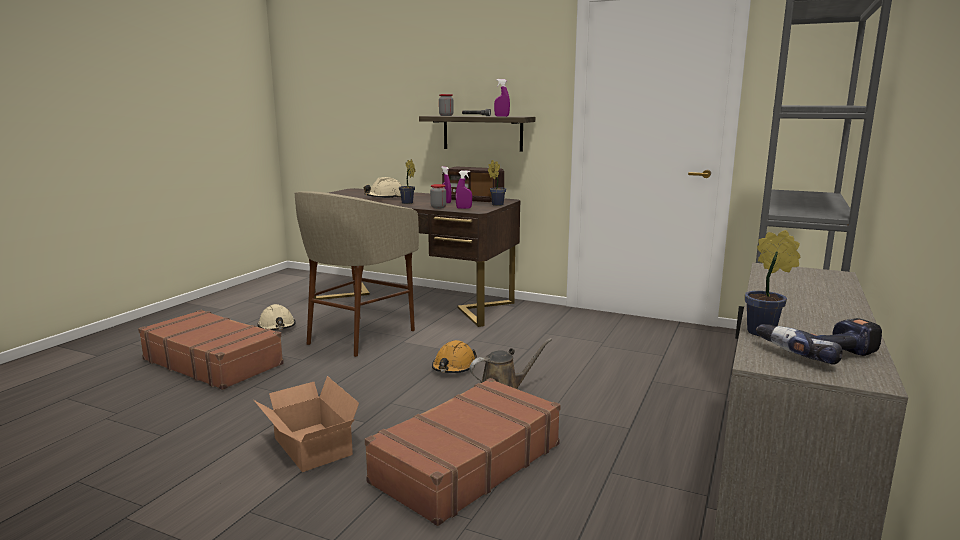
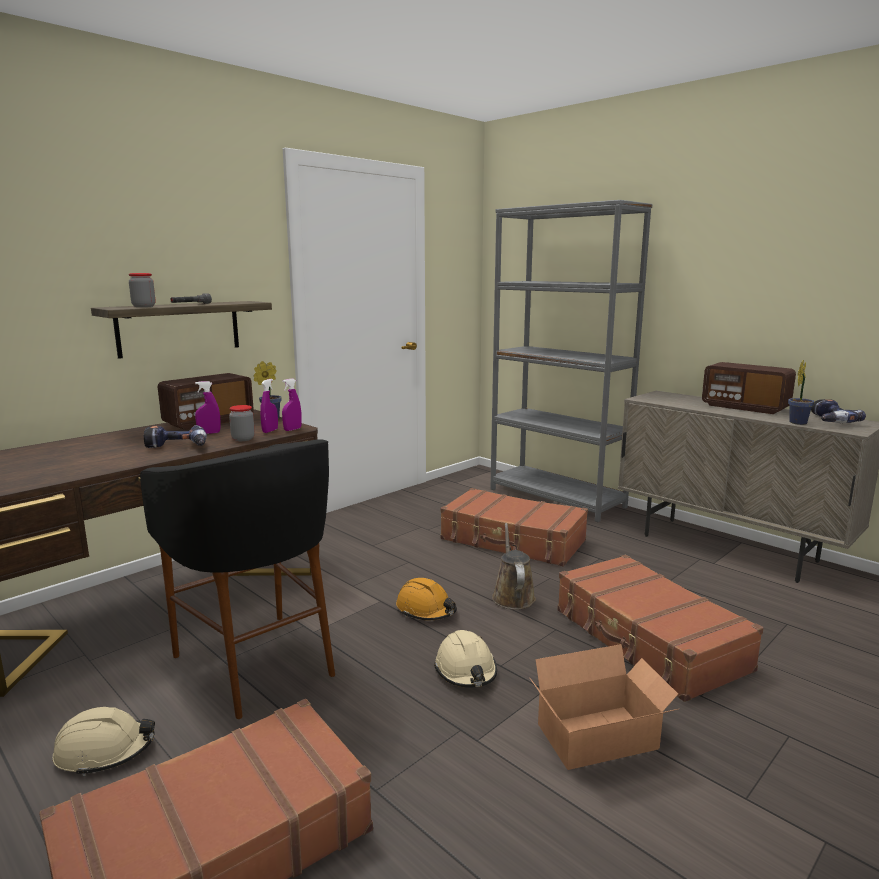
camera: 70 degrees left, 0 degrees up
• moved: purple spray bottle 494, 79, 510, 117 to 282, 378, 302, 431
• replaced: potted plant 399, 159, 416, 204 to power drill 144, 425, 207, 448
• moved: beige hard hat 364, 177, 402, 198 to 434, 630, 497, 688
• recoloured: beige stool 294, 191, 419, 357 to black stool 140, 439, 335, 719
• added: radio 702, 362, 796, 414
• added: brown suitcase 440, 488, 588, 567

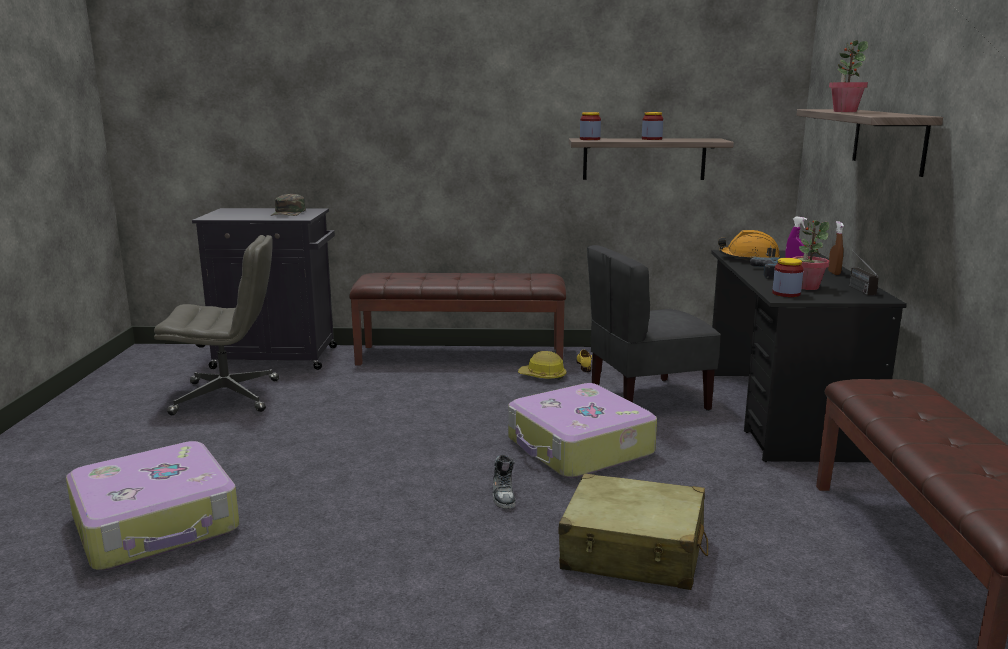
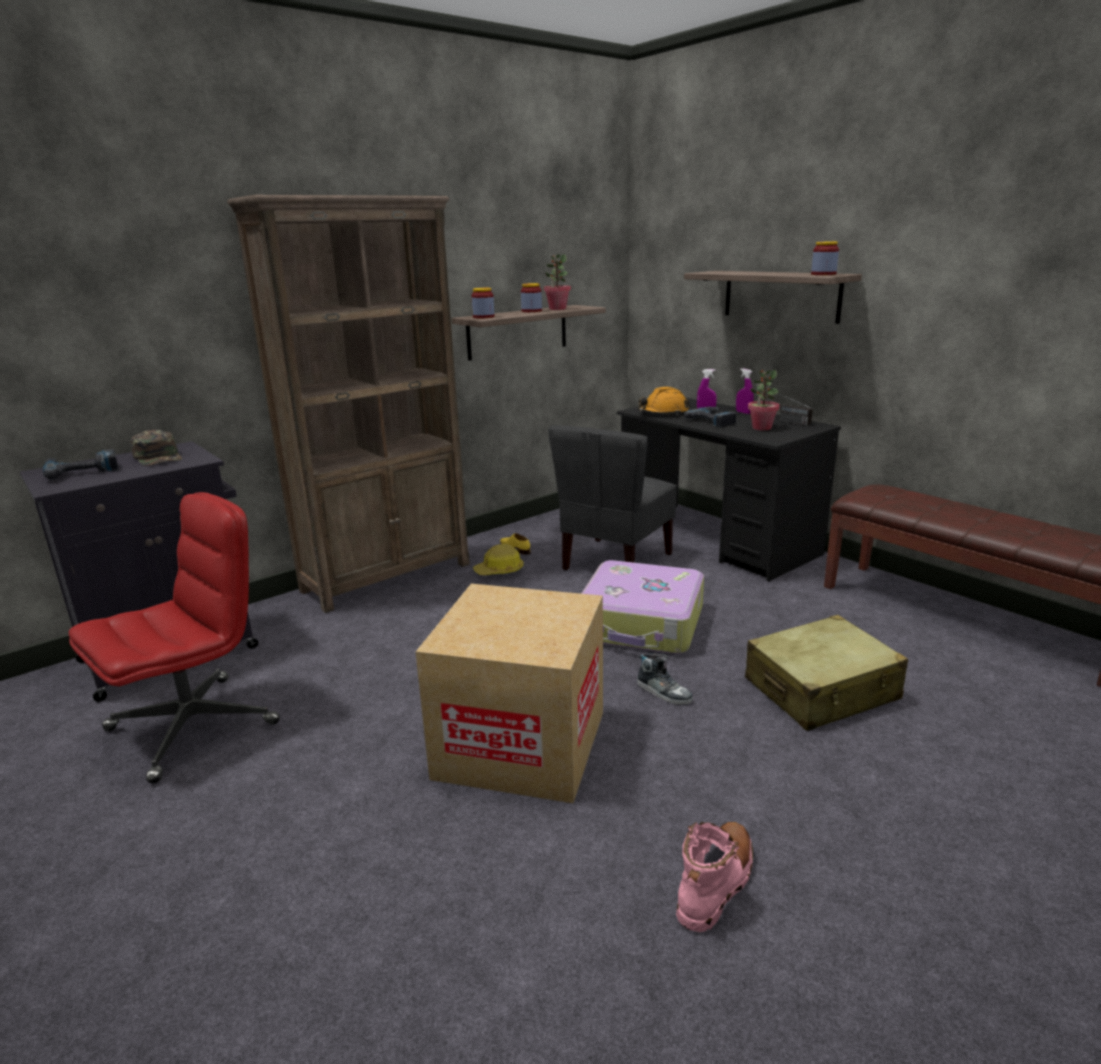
camera: 40 degrees left, 5 degrees up
• moved: potted plant 829, 40, 868, 112 to 544, 254, 571, 310
• recoloured: brown spray bottle 828, 221, 844, 275 to purple spray bottle 736, 368, 754, 414
• recoloured: grey office chair 154, 235, 279, 415 to red office chair 69, 492, 280, 784
• moved: jar 772, 258, 804, 297 to 811, 241, 839, 275
• replaced: brown bench 349, 273, 566, 366 to brown bookcase 227, 195, 470, 613
• removed: suitcase 66, 441, 240, 570
• added: power drill 43, 449, 119, 479
• added: cardboard box 416, 583, 603, 803
• added: pink boot 676, 822, 753, 932

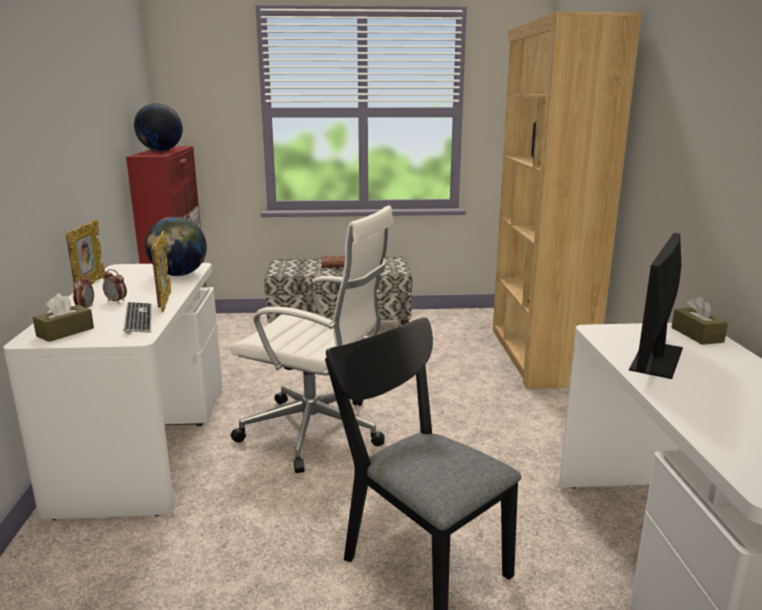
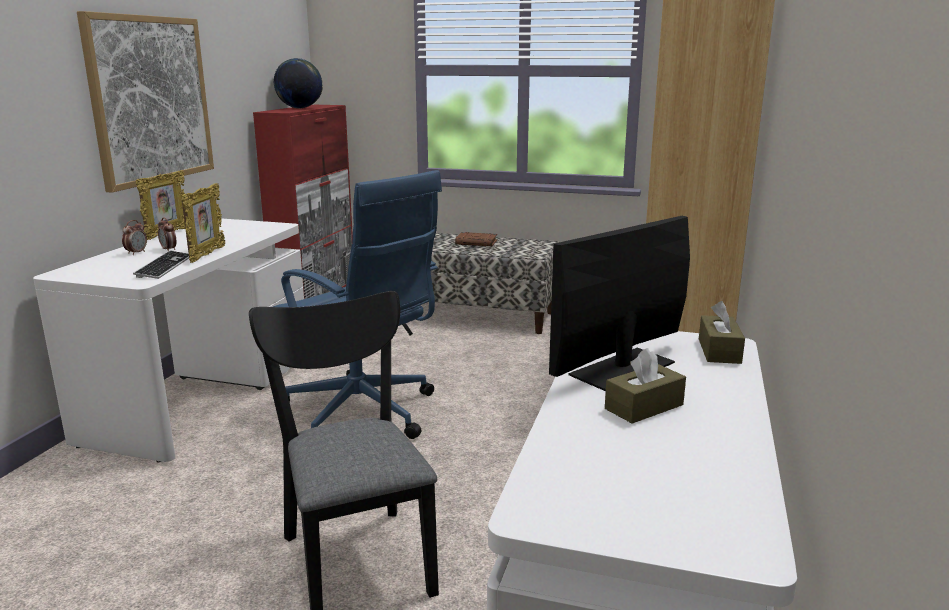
camera: 20 degrees right, 0 degrees up
• recoloured: white office chair 230, 206, 393, 473 to blue office chair 273, 170, 442, 439
• removed: globe 145, 217, 207, 276
• moved: brown tissue box 33, 293, 94, 342 to 605, 348, 686, 423
• added: picture 77, 11, 214, 193

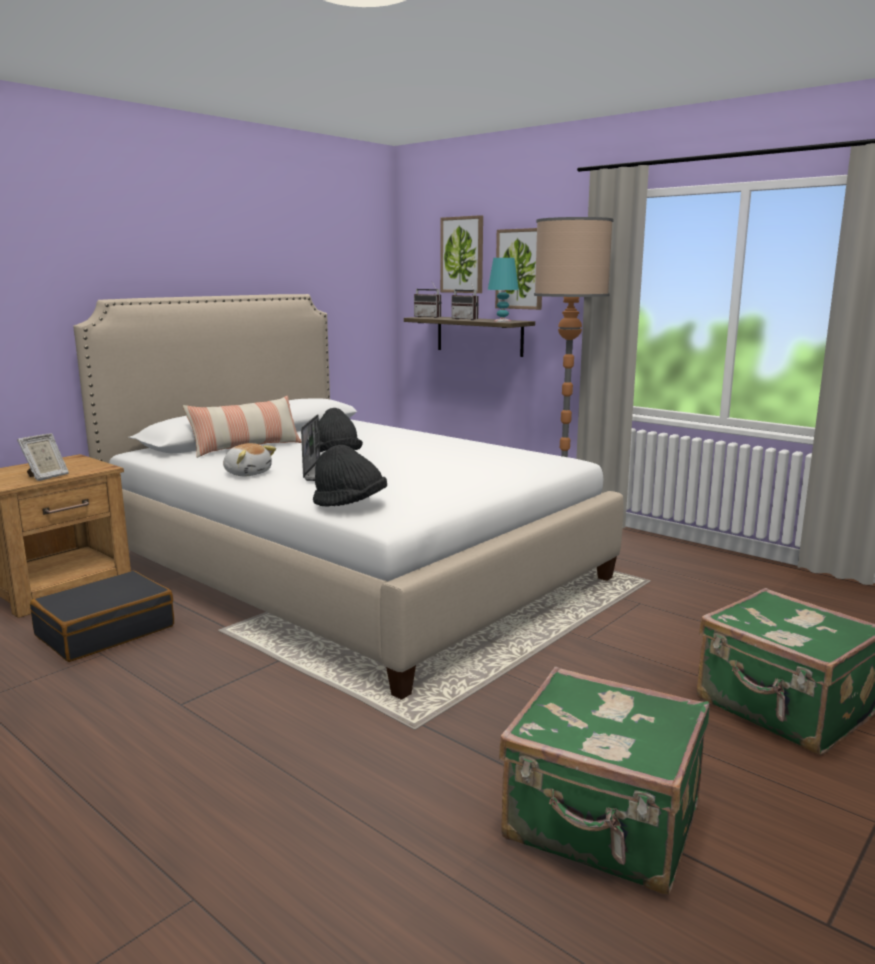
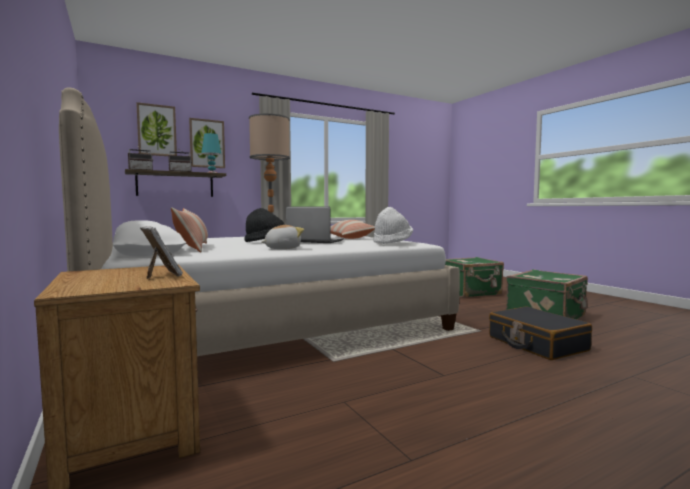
camera: 70 degrees left, 10 degrees down
• recoloured: black hat 313, 445, 387, 507 to white hat 373, 207, 413, 244
• moved: black suitcase 30, 571, 174, 662 to 489, 306, 592, 360
• added: pillow 330, 220, 375, 239

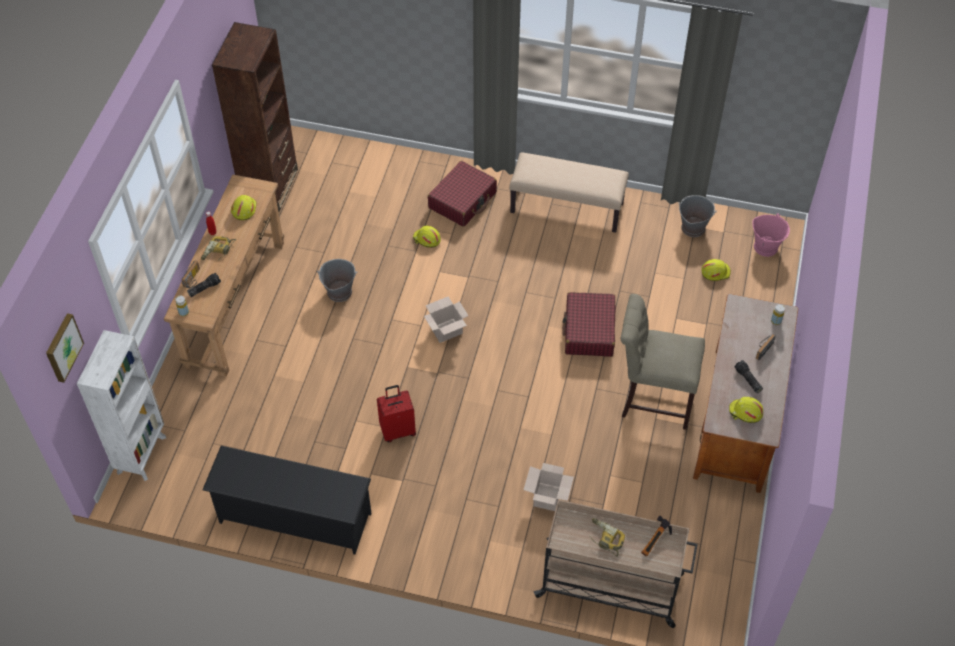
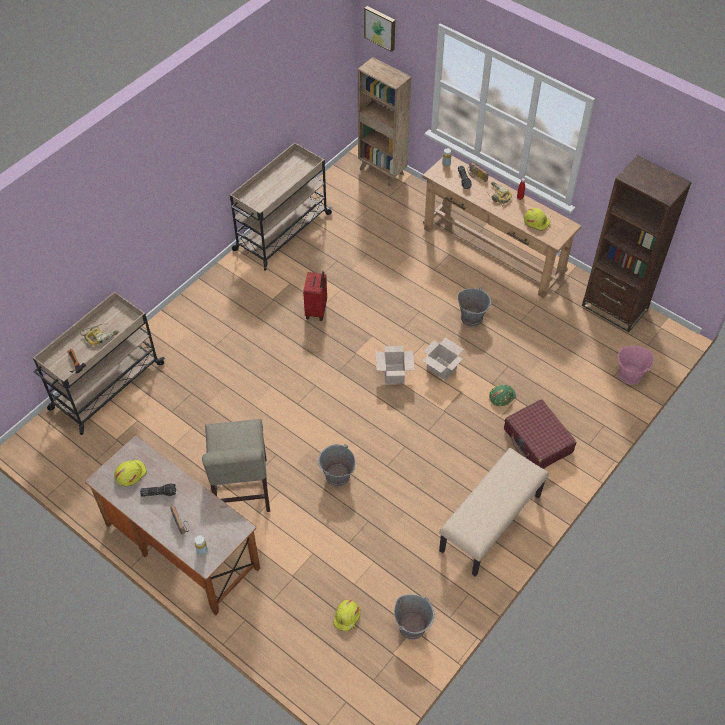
camera: 115 degrees right, 0 degrees up
• moved: pink bucket 752, 214, 790, 257 to 618, 345, 654, 385
• recoloured: yellow hard hat 413, 225, 441, 248 to green hard hat 489, 385, 516, 406
• replaced: red suitcase 562, 292, 616, 357 to grey bucket 318, 444, 355, 487
• turned: beige chair 621, 294, 705, 430 = 202, 419, 270, 512 135 degrees clockwise
• recoloured: white bookcase 77, 330, 166, 481 to brown bookcase 358, 57, 411, 186
• replaced: black shoe rack 202, 446, 372, 554 to beige cart 230, 143, 333, 270
• moved: cardboard box 524, 463, 574, 511 to 422, 337, 464, 380

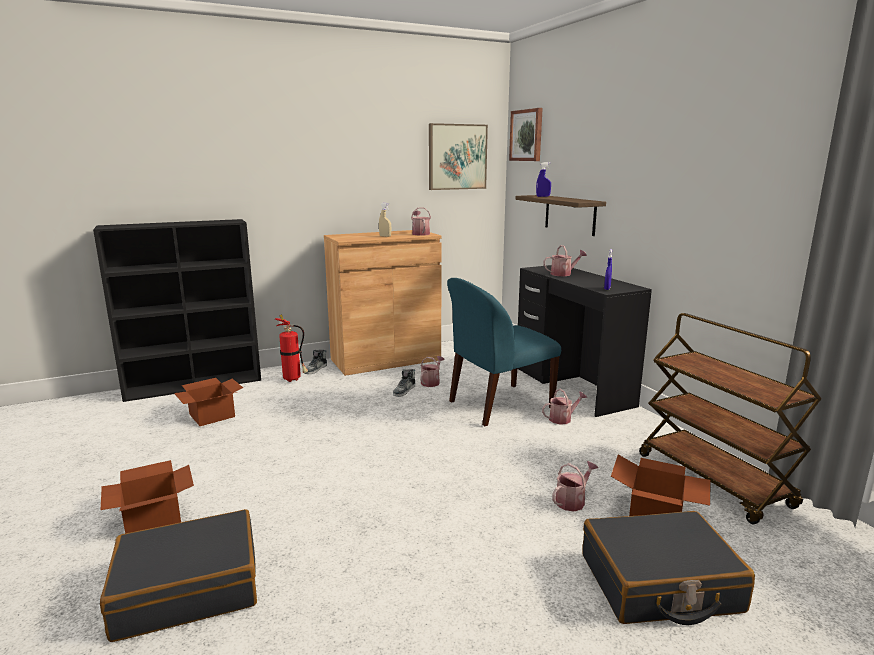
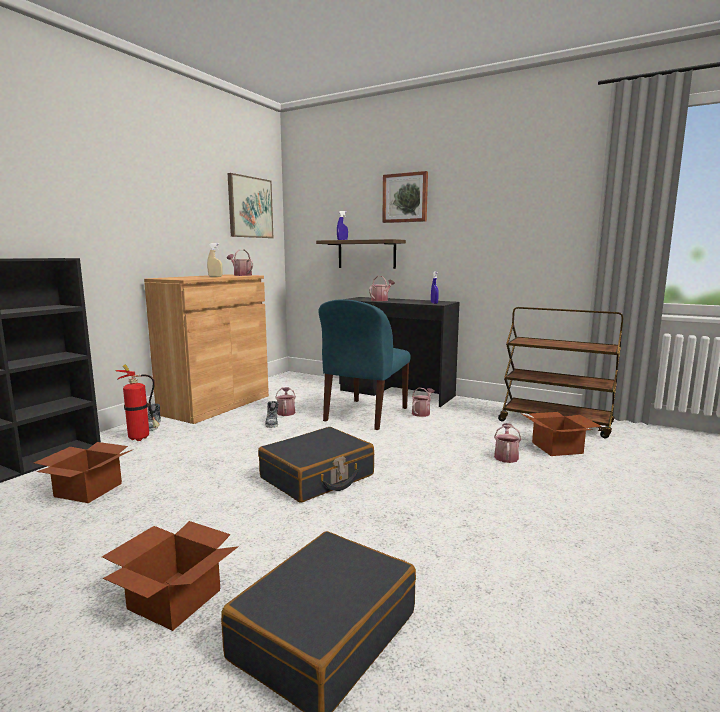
camera: 35 degrees left, 5 degrees down
• moved: picture 509, 108, 543, 161 to 382, 171, 428, 223
• moved: black suitcase 583, 511, 755, 625 to 258, 427, 374, 503

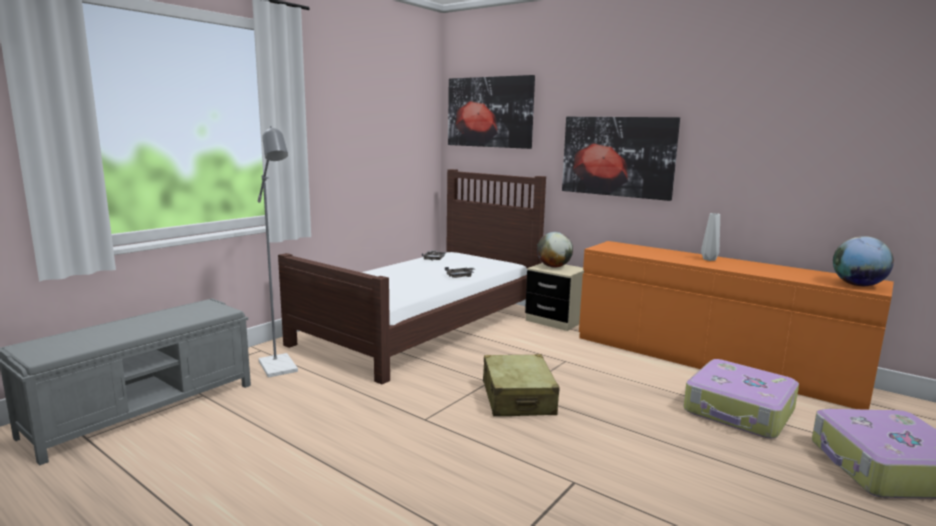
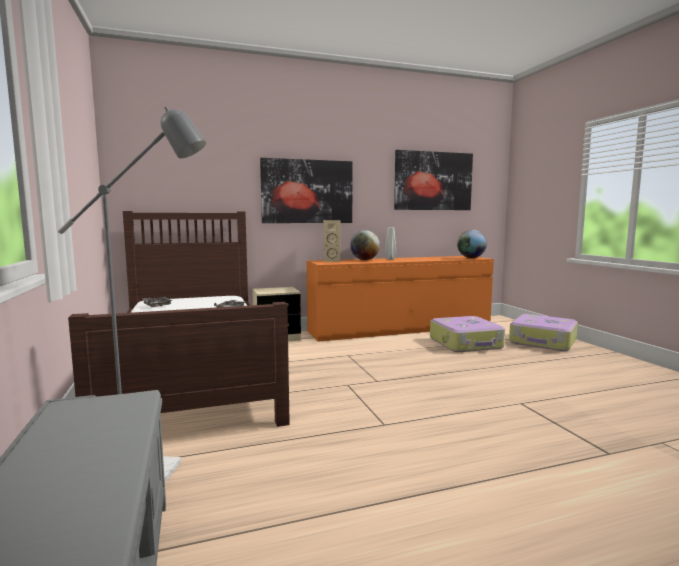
camera: 55 degrees left, 5 degrees down
• moved: picture 448, 75, 535, 149 to 394, 150, 473, 210
• moved: globe 537, 232, 573, 267 to 350, 230, 380, 260
• removed: beige suitcase 483, 354, 560, 416
• added: beige speaker 324, 220, 340, 262

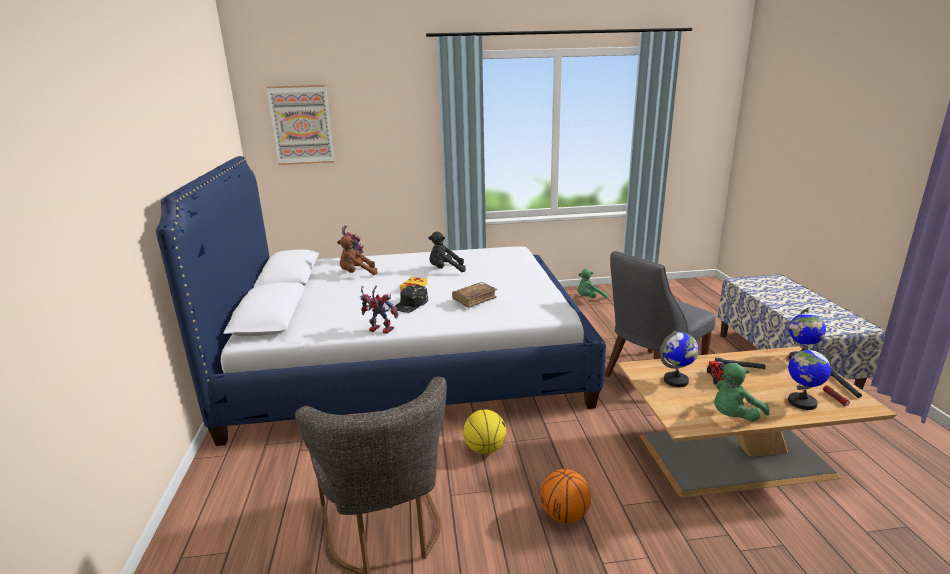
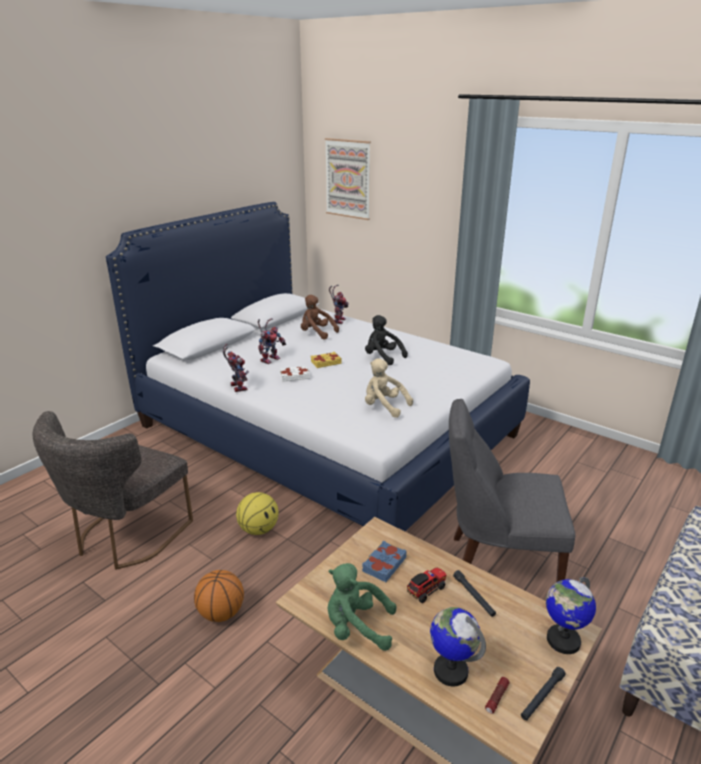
camera: 45 degrees right, 5 degrees up
• removed: green plush toy 578, 269, 608, 299
• removed: brown book 452, 282, 497, 308
• replaced: black cap 395, 285, 428, 313 to white book 279, 366, 310, 382
• replaced: globe 660, 331, 699, 387 to blue book 362, 541, 407, 582
• added: toy robot 258, 318, 286, 364
• added: beige plush toy 365, 359, 413, 418

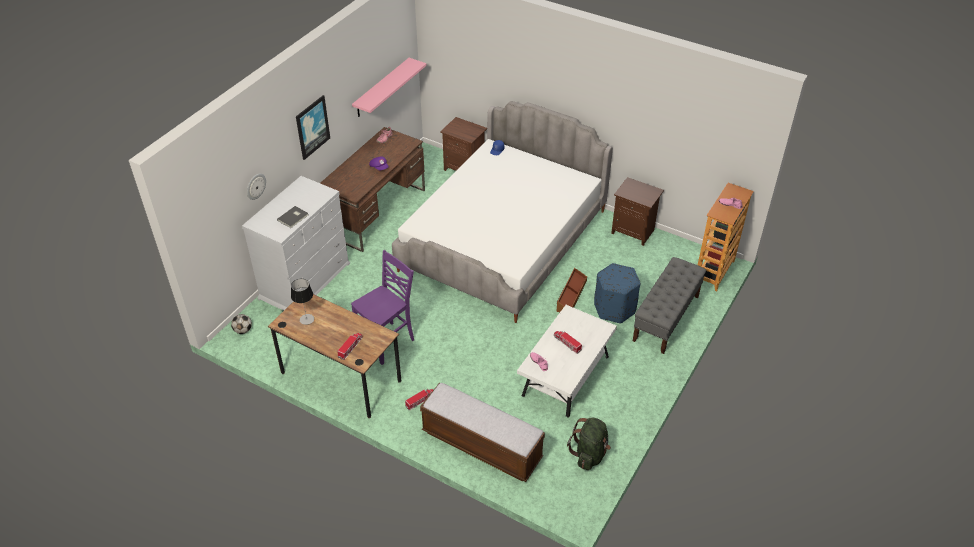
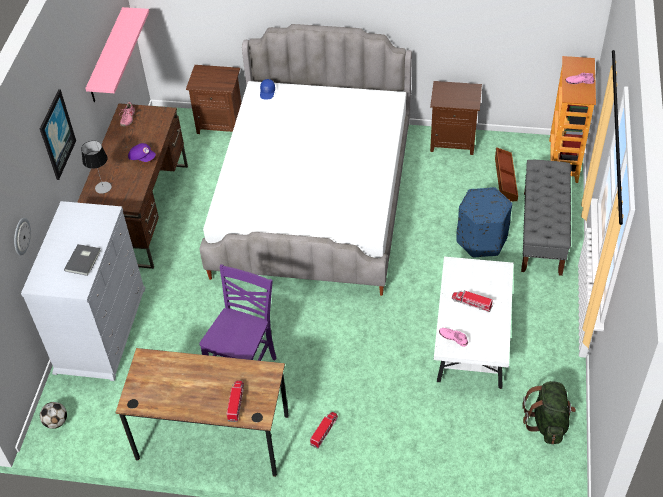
camera: 20 degrees left, 5 degrees up
• moved: brown storage box 556, 268, 587, 312 to 495, 147, 518, 201
• moved: table lamp 291, 279, 314, 325 to 81, 141, 112, 194
• removed: bench 420, 383, 545, 482

